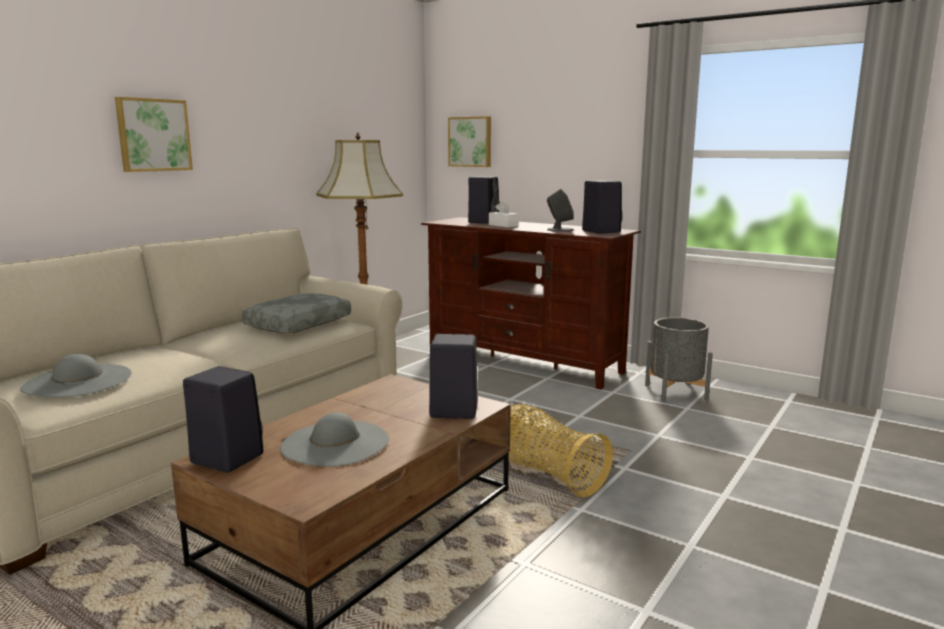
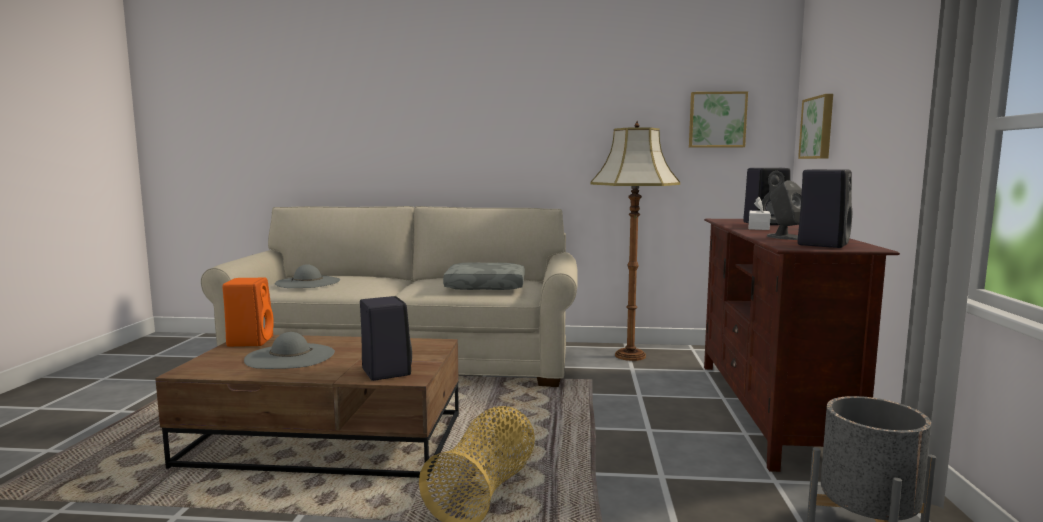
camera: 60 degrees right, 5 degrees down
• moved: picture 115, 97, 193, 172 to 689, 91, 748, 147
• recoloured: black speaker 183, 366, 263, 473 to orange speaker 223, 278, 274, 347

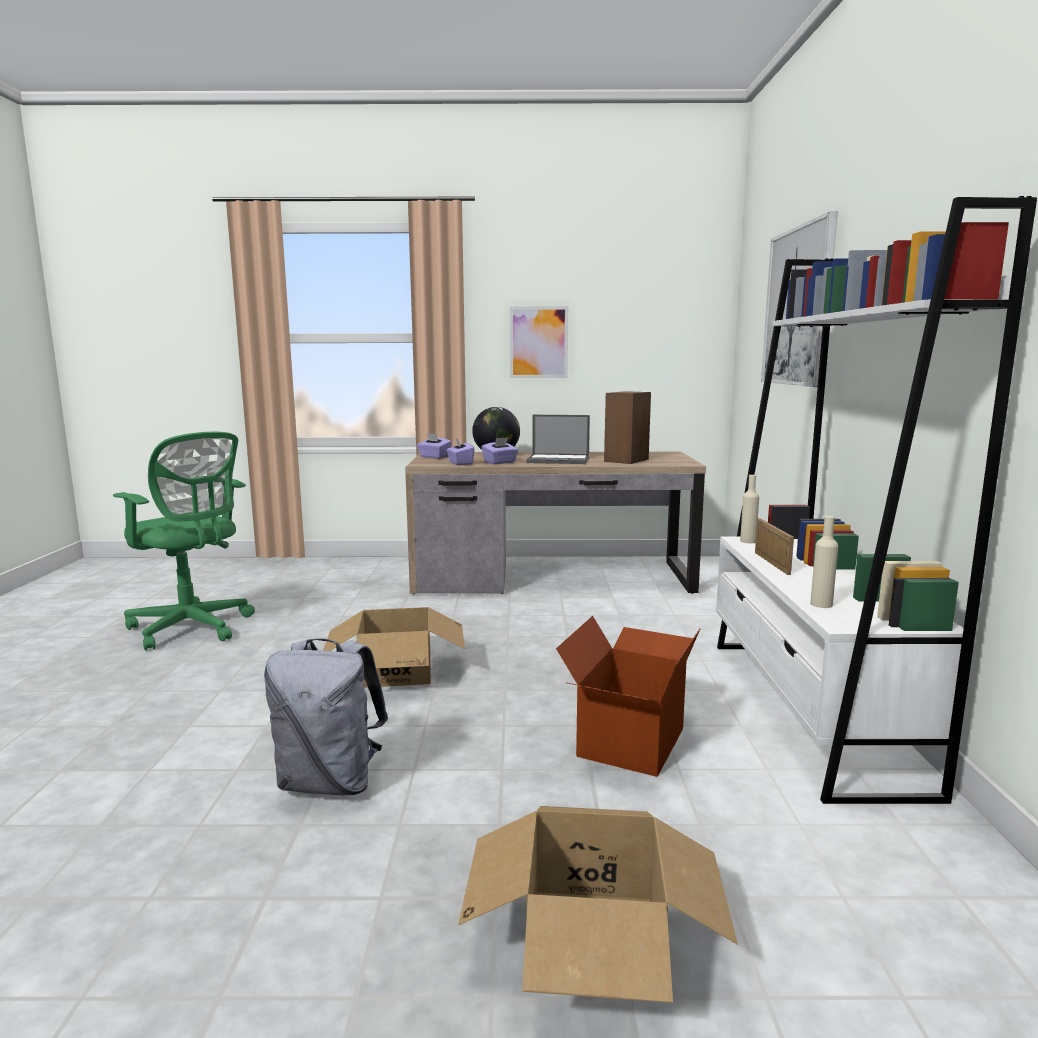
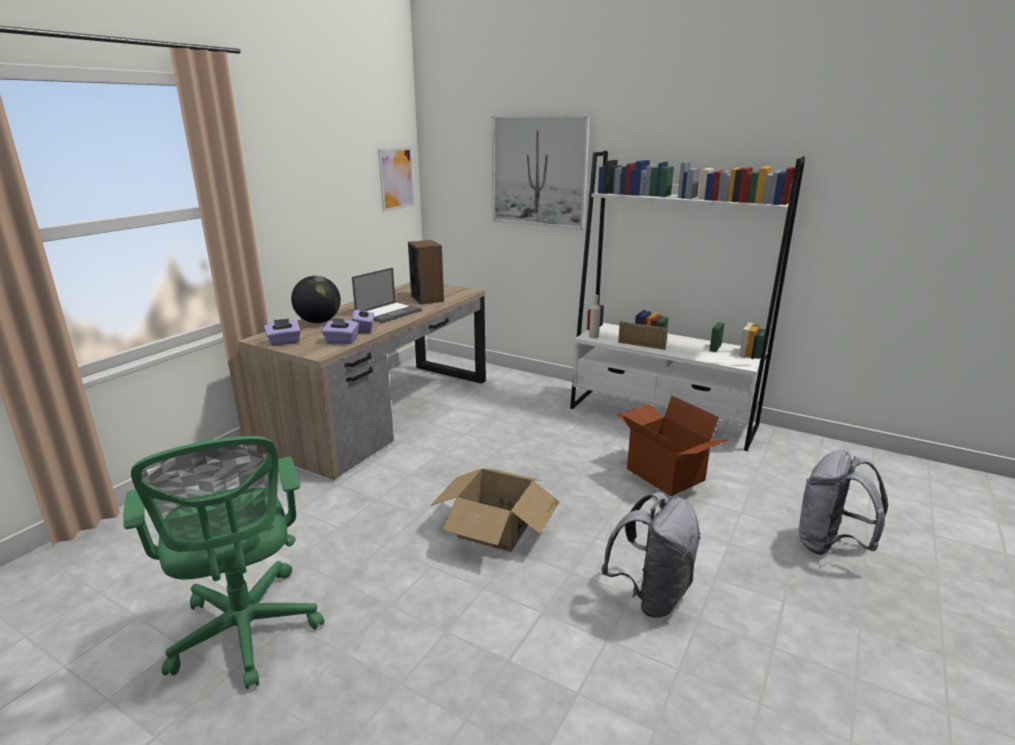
camera: 60 degrees left, 10 degrees up
• moved: picture 510, 306, 568, 378 to 378, 147, 415, 212
• turned: green office chair 113, 432, 255, 651 = 123, 436, 324, 689 90 degrees clockwise
• removed: beige bottle 810, 516, 838, 608
• replaced: cardboard box 458, 806, 738, 1003 to grey backpack 799, 450, 888, 555

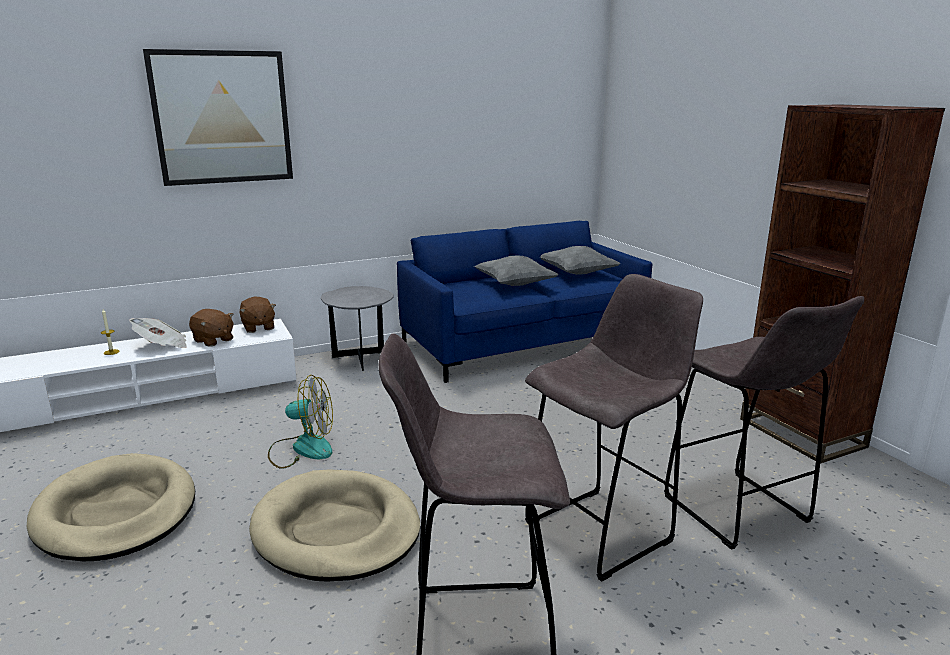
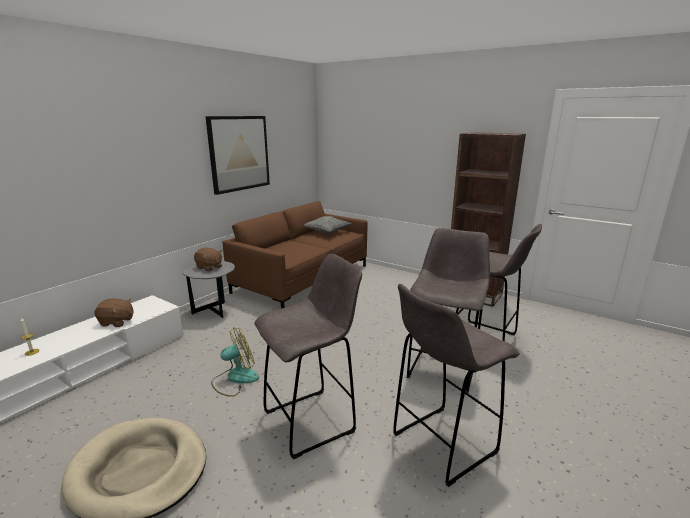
camera: 30 degrees left, 0 degrees up
• moved: picture 143, 49, 293, 186 to 205, 116, 270, 195
• recoloured: blue sofa 397, 221, 652, 383 to brown sofa 222, 201, 368, 309
• removed: grey pillow 474, 255, 558, 286
• moved: brown plush toy 240, 297, 276, 333 to 194, 247, 222, 271
• removed: newspaper 129, 318, 187, 348
• replaced: beige dog bed 249, 469, 420, 581 to grey stool 254, 254, 362, 459

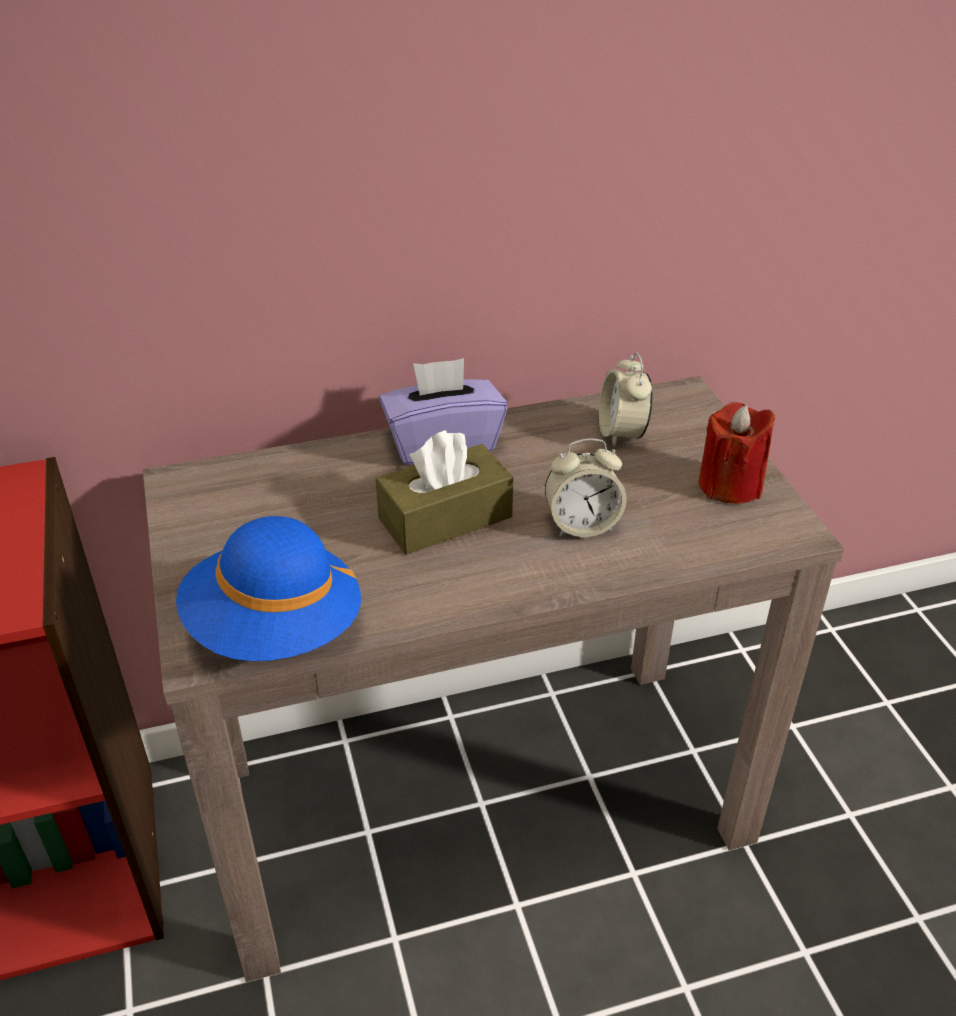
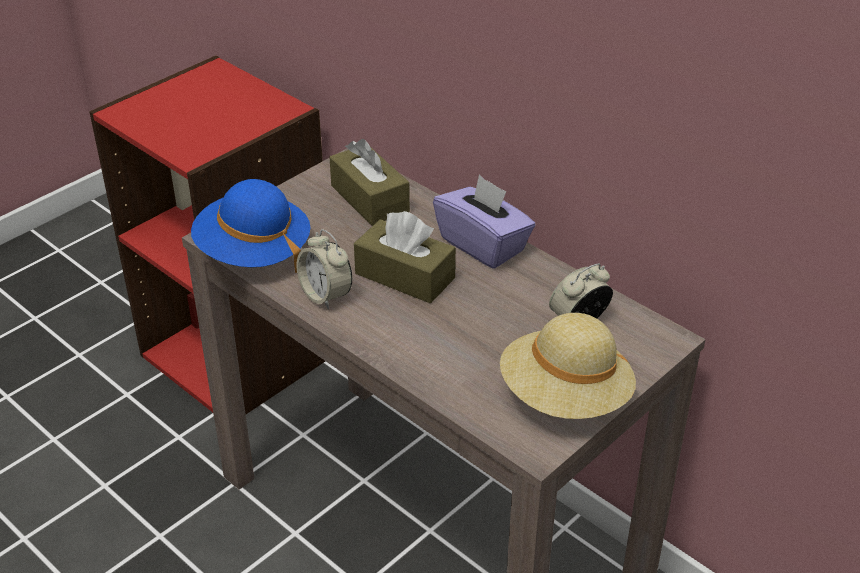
camera: 60 degrees right, 0 degrees up
• replaced: red candle 699, 402, 775, 504 to beige hat 500, 313, 636, 419
• moved: alarm clock 545, 438, 627, 537 to 297, 229, 352, 309
• added: brown tissue box 329, 139, 410, 226

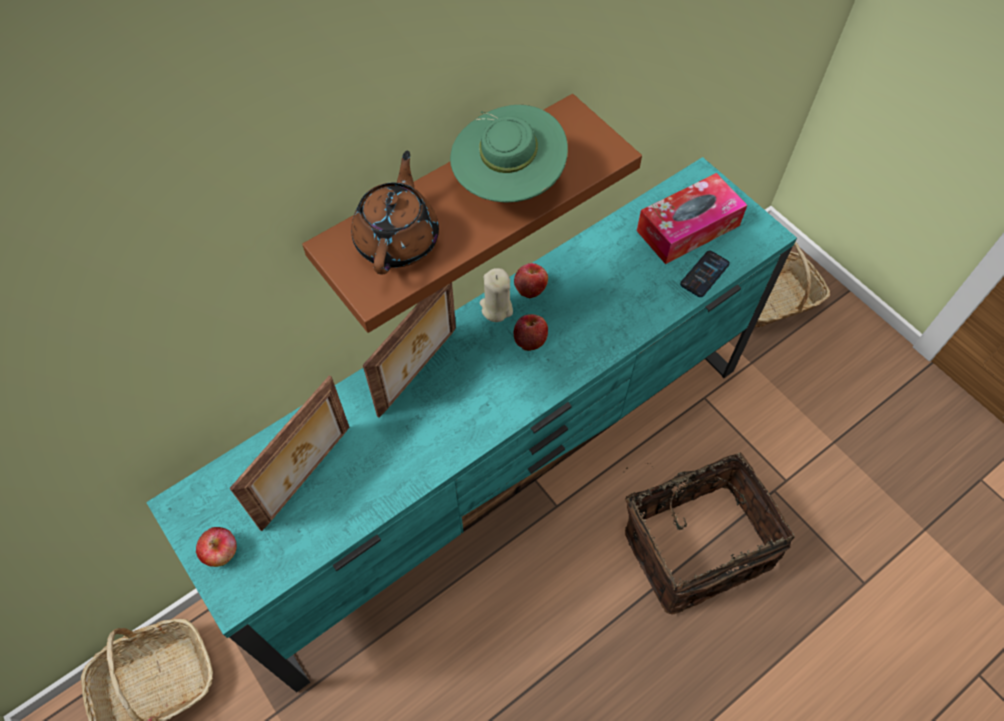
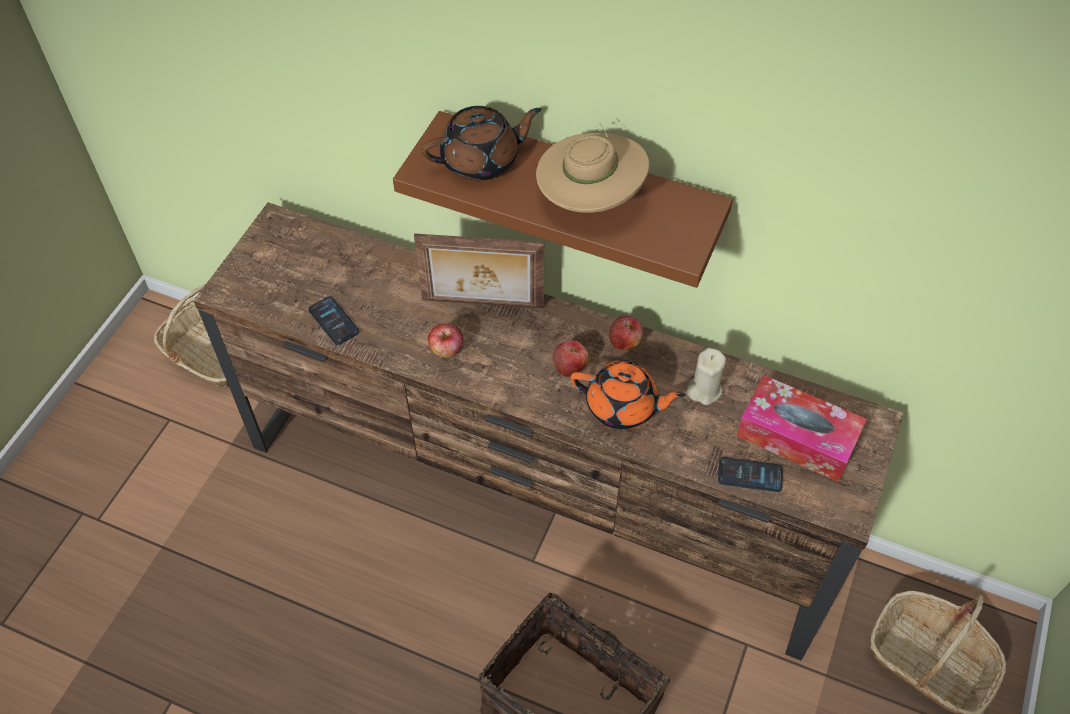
camera: 60 degrees right, 5 degrees down
• recoloured: green hat 450, 105, 568, 203 to beige hat 536, 123, 649, 213
• recoloured: turquoise tv stand 146, 157, 797, 692 to brown tv stand 194, 202, 903, 661
• moved: beige candle 480, 268, 513, 322 to 687, 348, 726, 405
• removed: picture frame 229, 375, 349, 531
• moved: apple 196, 527, 237, 567 to 428, 324, 463, 357
• added: phone 308, 296, 359, 345
• added: orange teapot 570, 360, 686, 430

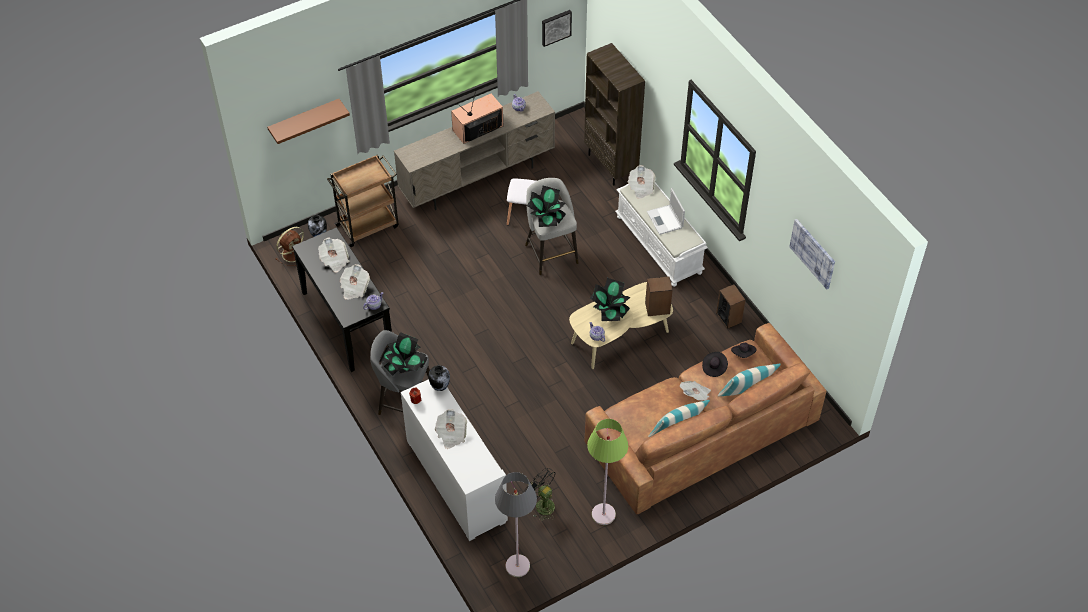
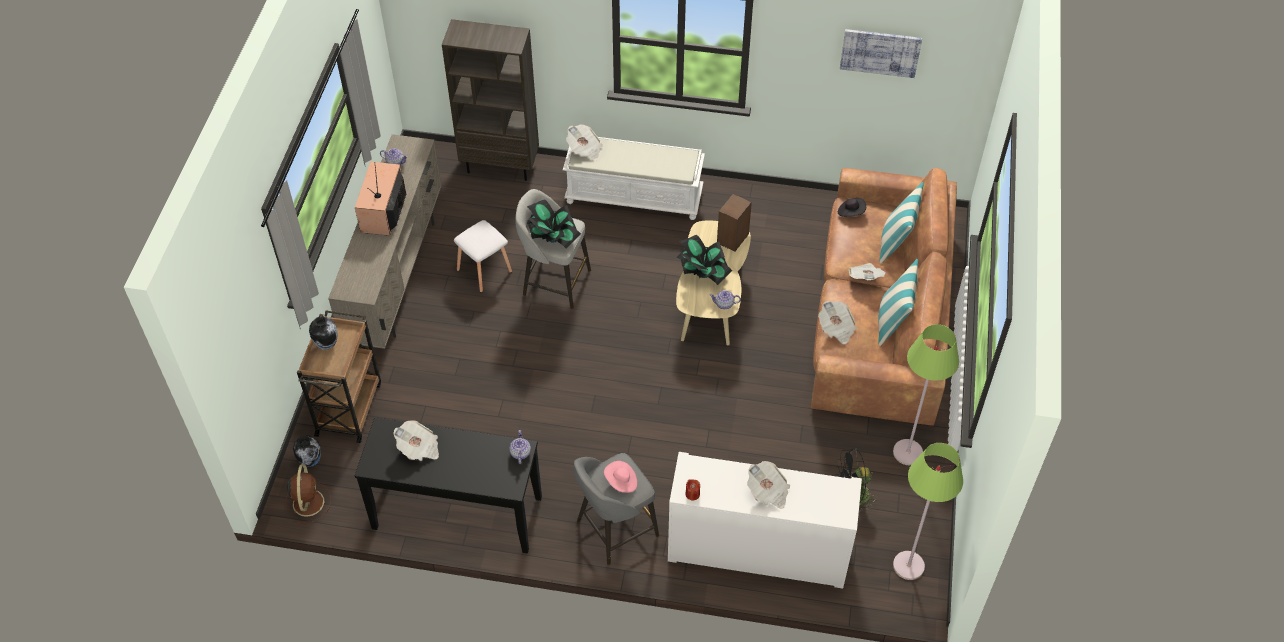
camera: 50 degrees left, 0 degrees up
• removed: picture 542, 10, 572, 47
• removed: brown shelf 267, 99, 350, 144
• removed: laptop 647, 188, 685, 235
• moved: newspaper 340, 264, 370, 299 to 818, 301, 857, 344
• removed: speaker 716, 284, 745, 329
• replaced: potted plant 379, 332, 427, 376 to pink hat 604, 461, 637, 493
• removed: black hat 702, 352, 728, 377
• moved: vase 428, 365, 450, 391 to 309, 316, 338, 350
• recoloured: grey floor lamp 495, 472, 537, 577 to green floor lamp 893, 443, 963, 580

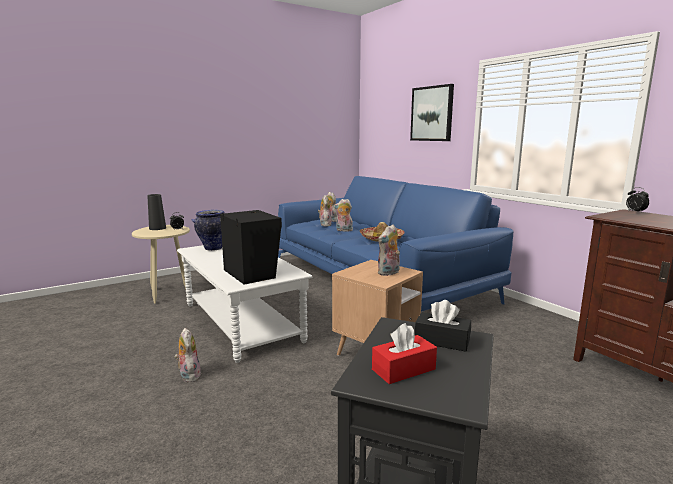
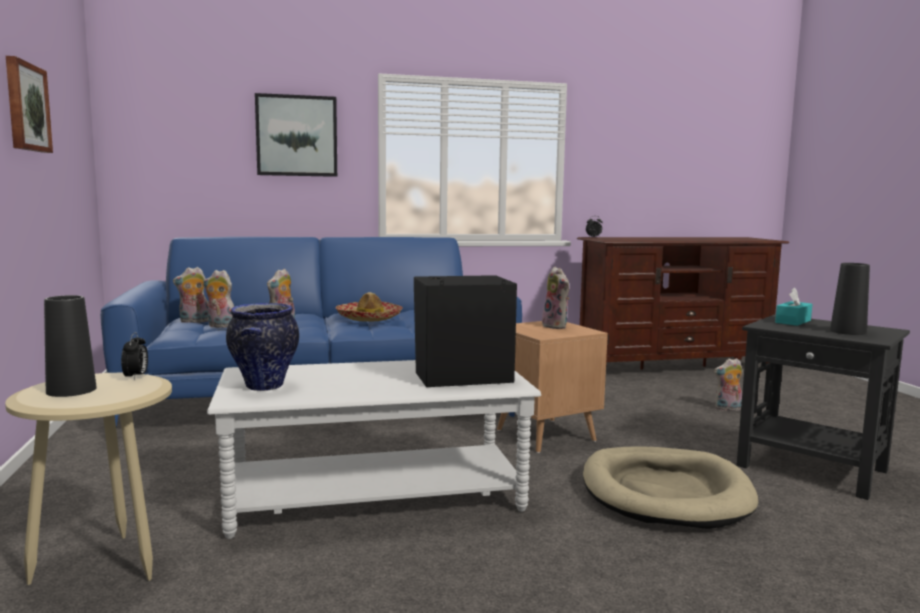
camera: 70 degrees left, 5 degrees down
• recoloured: black tissue box 415, 300, 471, 352 to turquoise tissue box 775, 287, 812, 326
• replaced: red tissue box 372, 323, 437, 384 to black vase 830, 263, 870, 335
• moved: plush toy 175, 328, 202, 382 to 714, 358, 743, 411
• added: picture 6, 56, 53, 153
• added: beige dog bed 583, 446, 758, 529

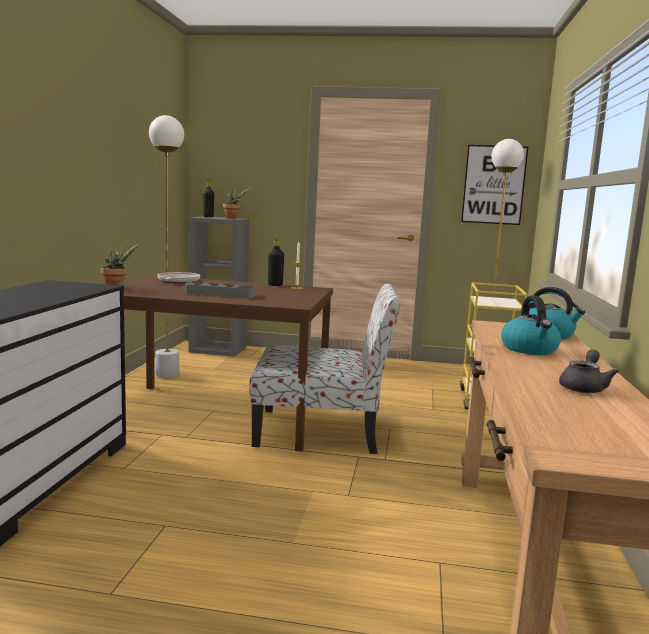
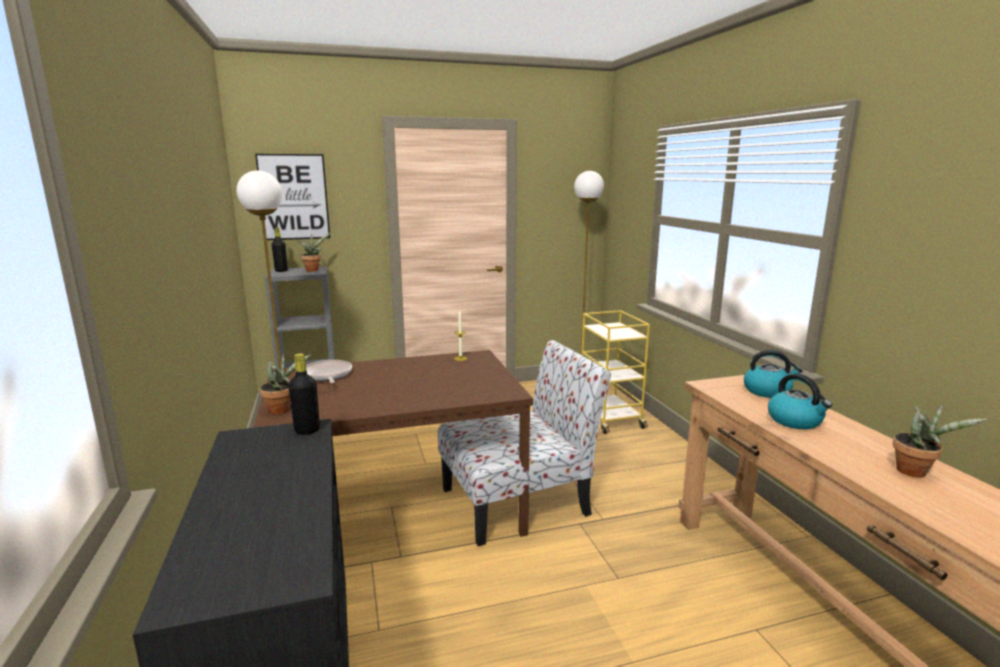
camera: 25 degrees left, 5 degrees up
• moved: picture 461, 145, 528, 225 to 255, 154, 330, 240
• moved: black bottle 268, 235, 284, 286 to 289, 353, 320, 435
• removed: grey tray 185, 282, 256, 298
• replaced: grey teapot 559, 349, 619, 393 to potted plant 893, 404, 987, 478

